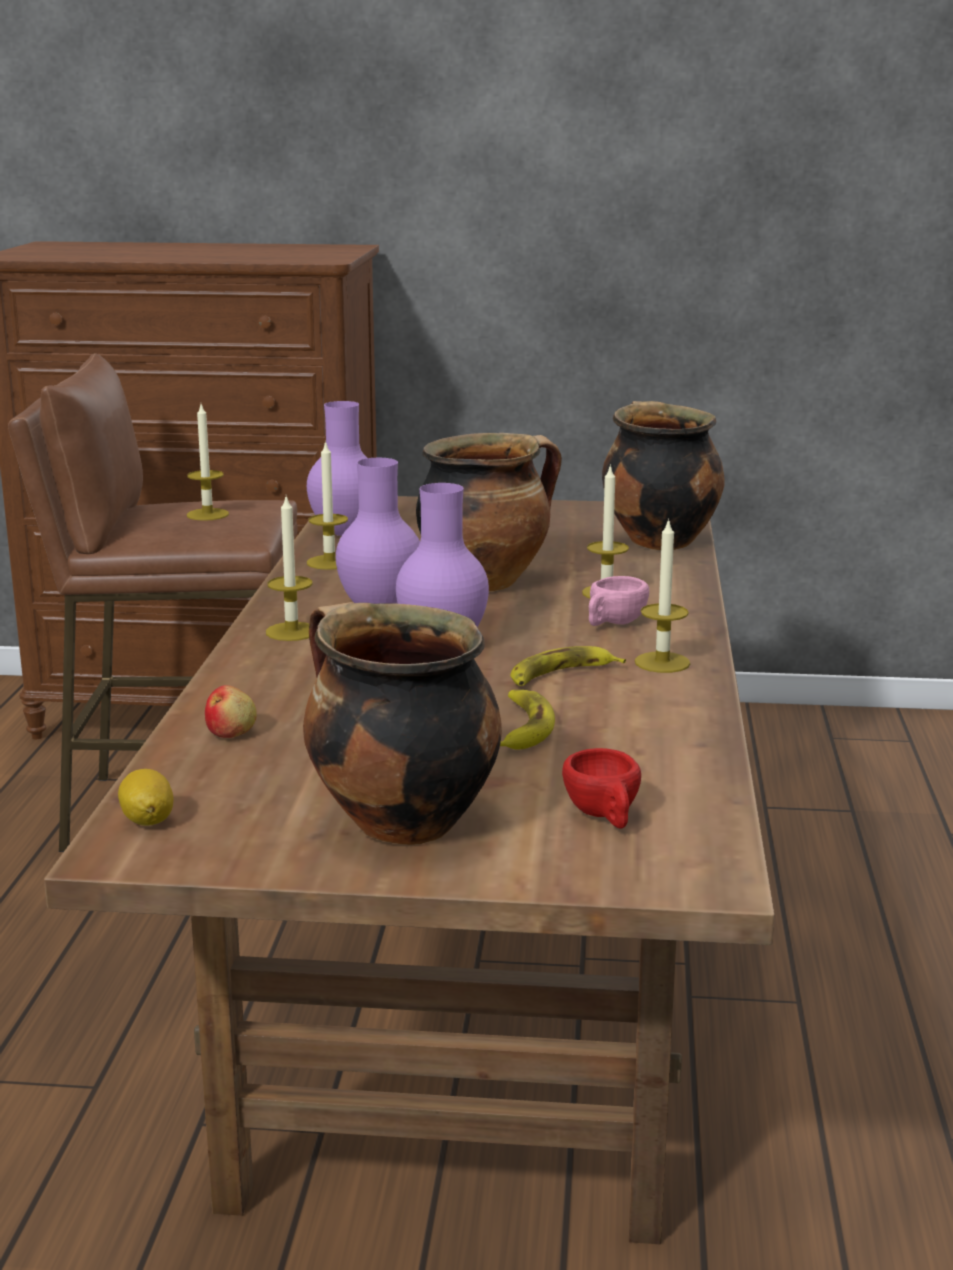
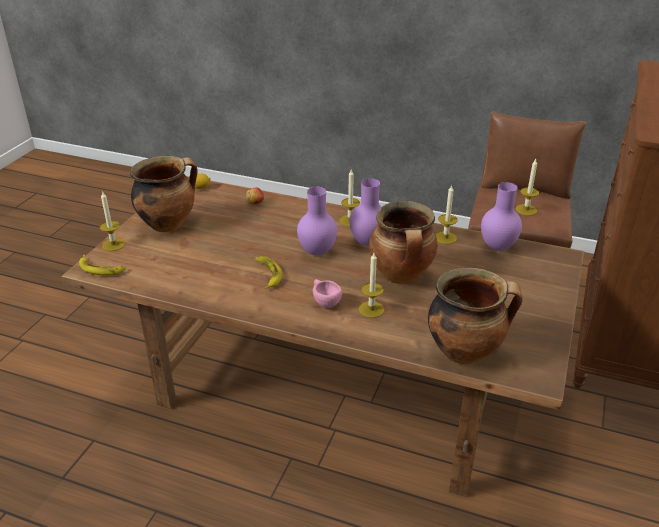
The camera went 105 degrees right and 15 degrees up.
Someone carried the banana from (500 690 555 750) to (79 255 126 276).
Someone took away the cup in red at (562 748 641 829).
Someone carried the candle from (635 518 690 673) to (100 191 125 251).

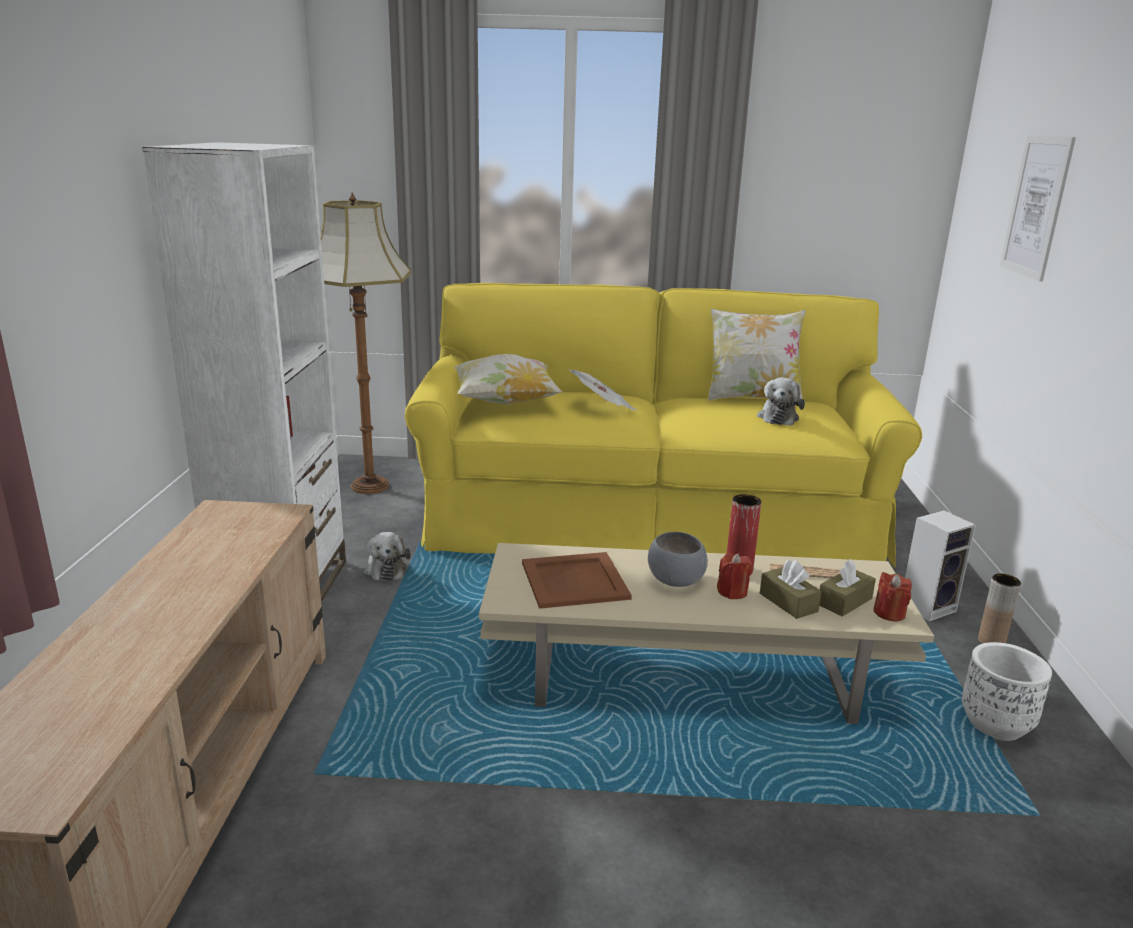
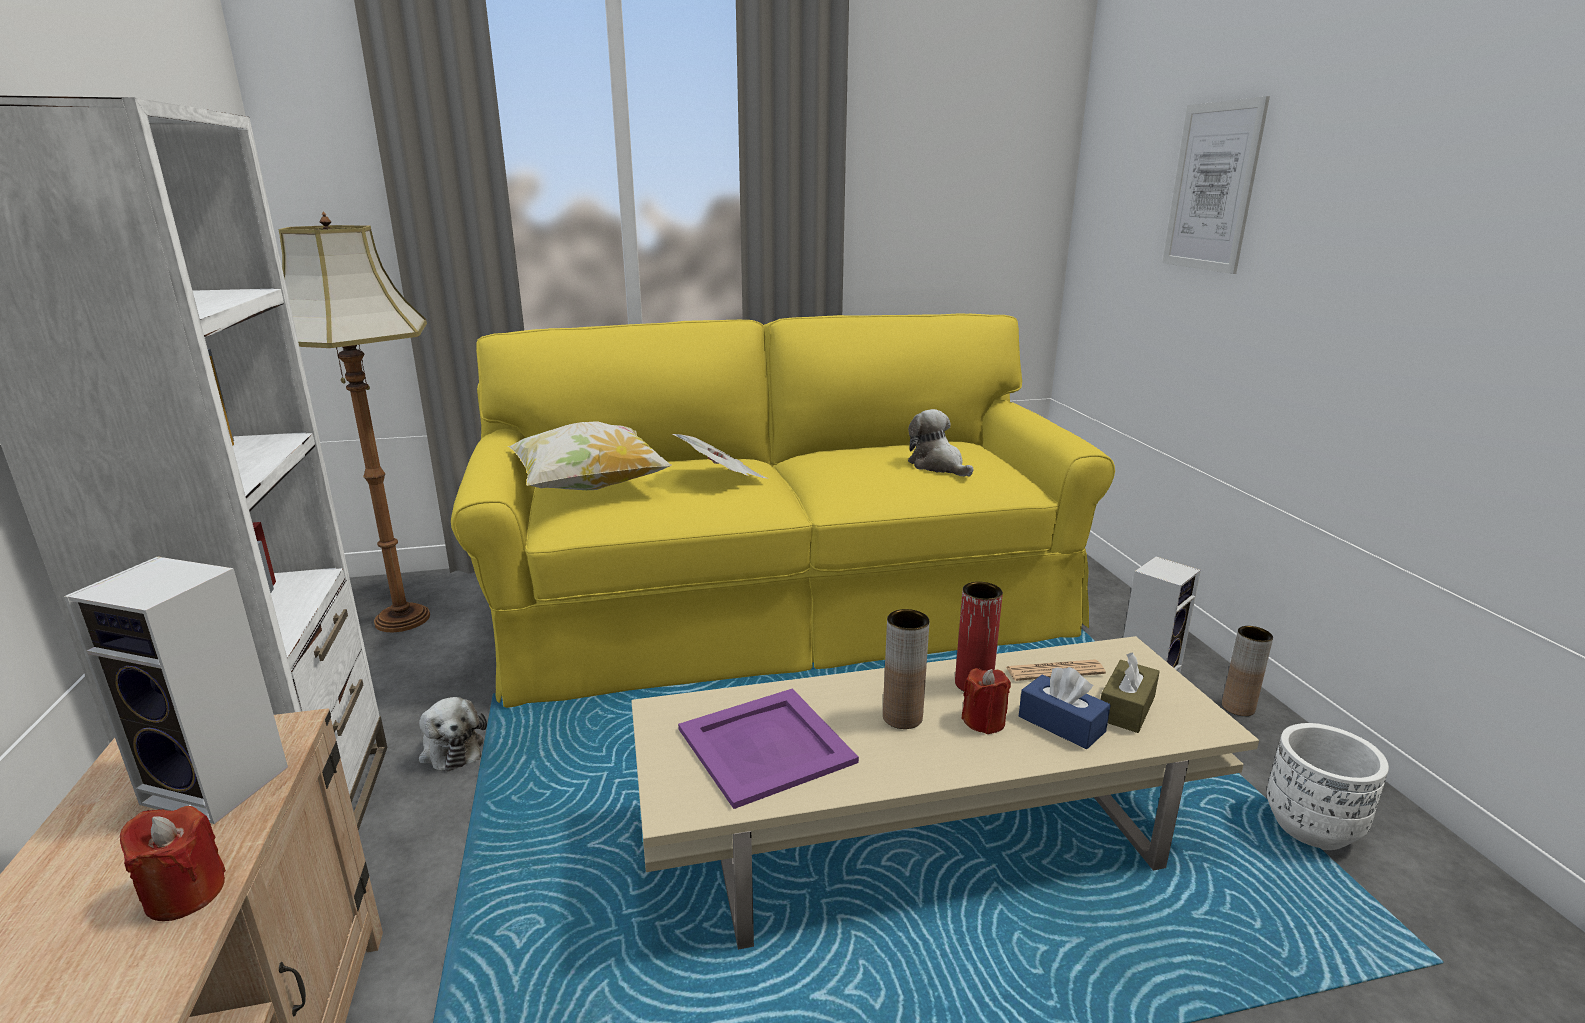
The camera went 15 degrees left and 0 degrees up.
Someone repainted the tray in brown at (522 552 632 609), which became the tray in purple at (678 688 859 809).
Someone swapped the bowl in grey at (648 532 708 587) for the vase in brown at (883 609 930 729).
Someone took away the pillow at (708 309 806 401).
Someone rotated the plush toy at (757 377 805 426) by 150 degrees clockwise.
Someone repainted the tissue box in brown at (760 560 822 619), which became the tissue box in blue at (1019 667 1110 749).
Someone carried the candle in red from (874 572 912 622) to (120 806 226 921).
Someone put down the speaker at (64 556 288 824).

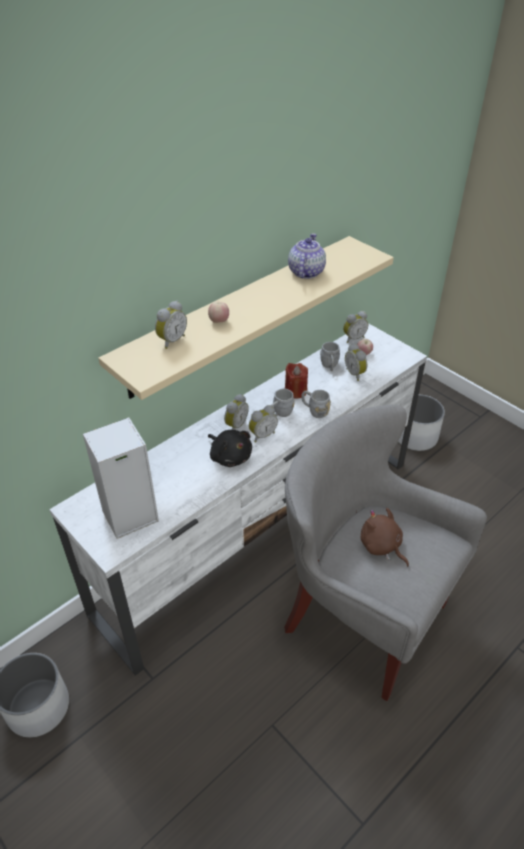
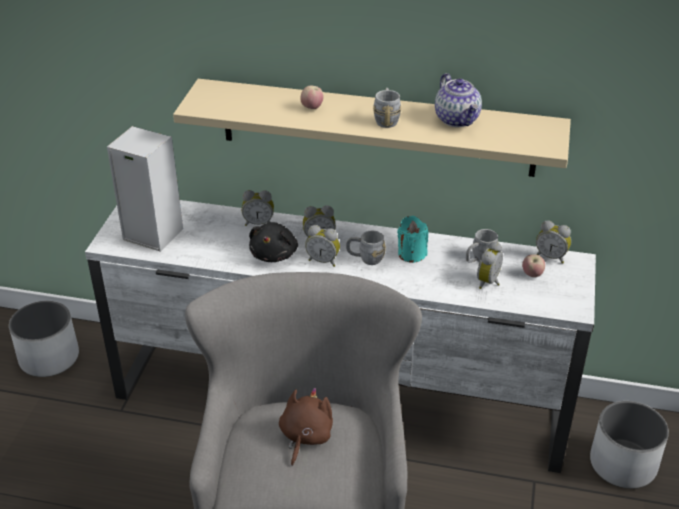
The camera went 55 degrees right and 5 degrees down.
Someone carried the alarm clock from (155 301 187 349) to (242 190 274 226).
Someone repainted the candle in red at (285 363 308 399), which became the candle in turquoise at (397 216 428 263).
Someone rotated the teapot at (288 233 326 279) by 90 degrees clockwise.
Someone carried the mug in grey from (301 390 331 418) to (373 88 401 128).

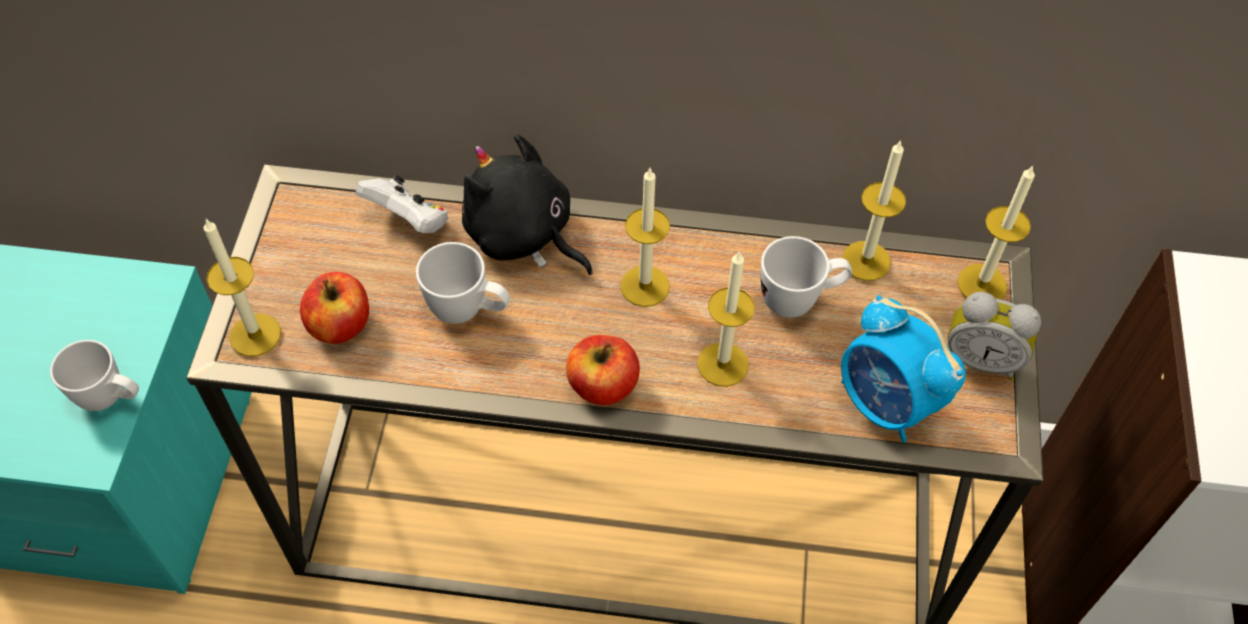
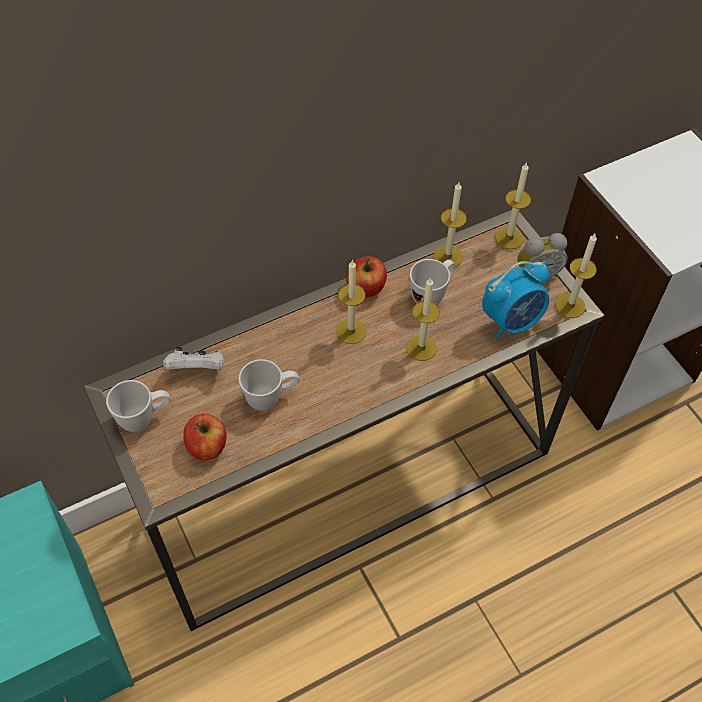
The camera went 35 degrees left and 0 degrees up.
Someone carried the mug in white from (50 340 139 411) to (106 380 170 432).
Someone carried the candle from (204 218 281 357) to (556 234 597 318).
Someone took away the plush toy in black at (462 134 593 275).
Someone carried the apple from (566 335 640 405) to (346 256 387 297).
Someone rotated the alarm clock at (841 295 966 443) by 45 degrees counterclockwise.

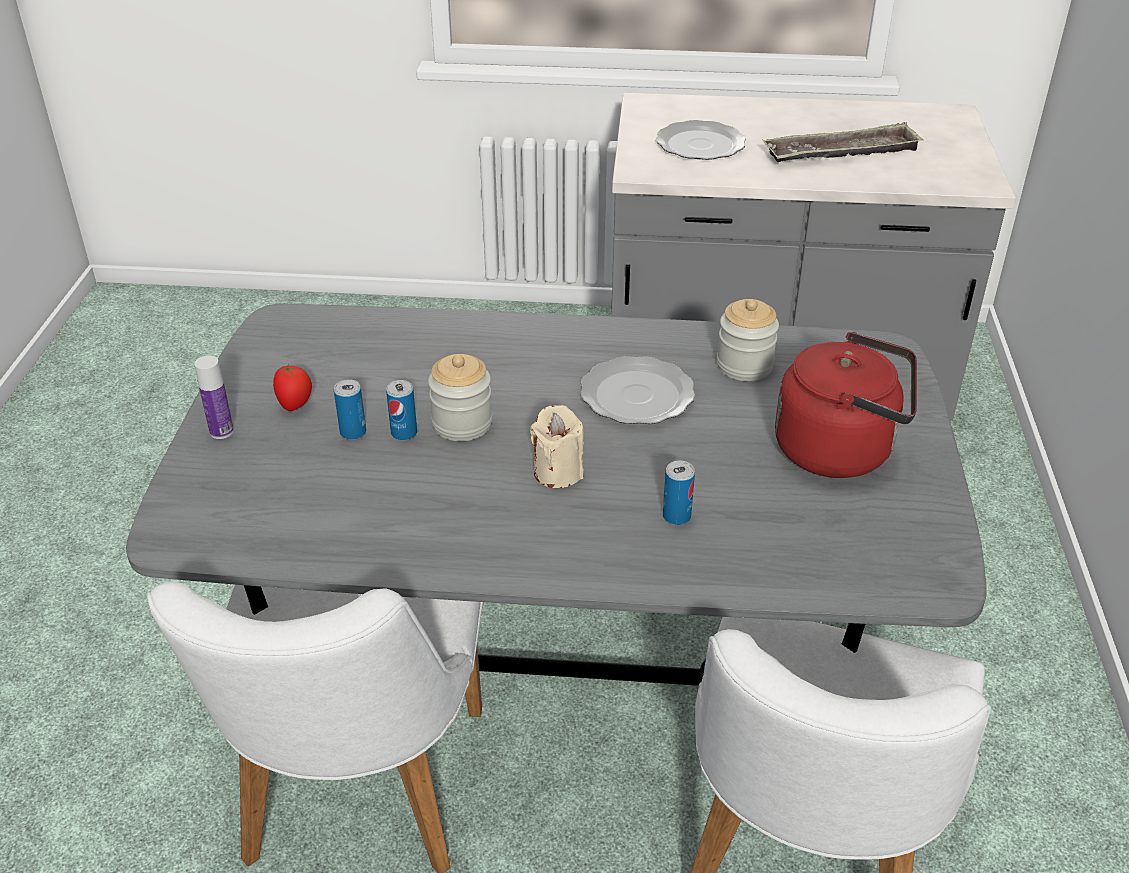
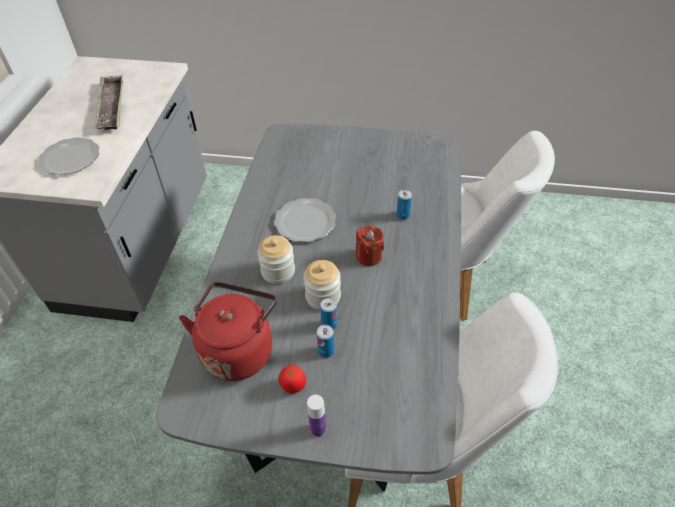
The camera went 85 degrees left and 10 degrees up.
Someone repainted the candle in beige at (530 405 584 488), which became the candle in red at (356 225 384 266).
Someone carried the jar from (717 299 779 381) to (257 235 295 284).
Someone carried the kettle in red from (775 332 917 478) to (179 282 277 381).

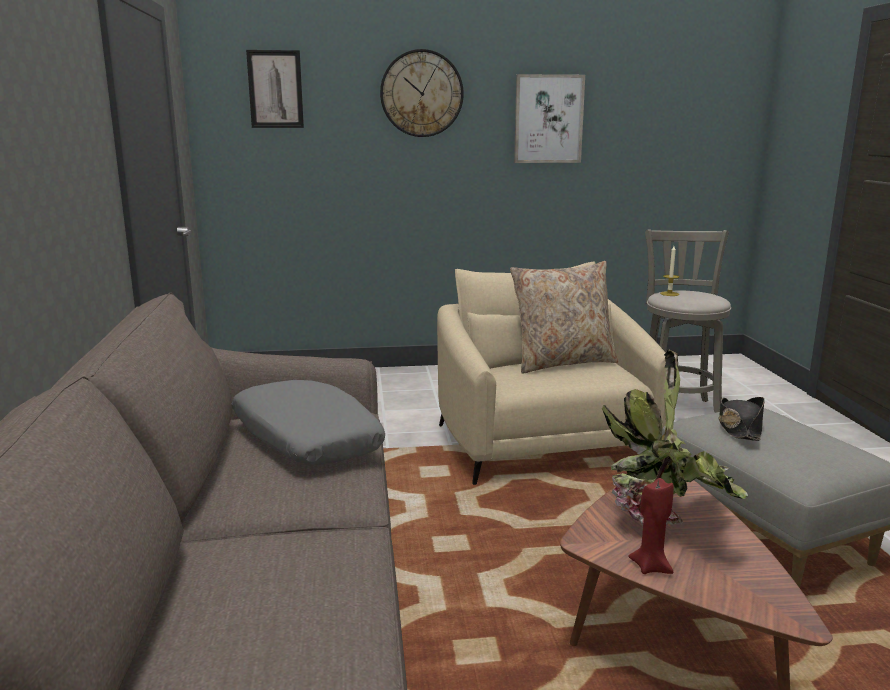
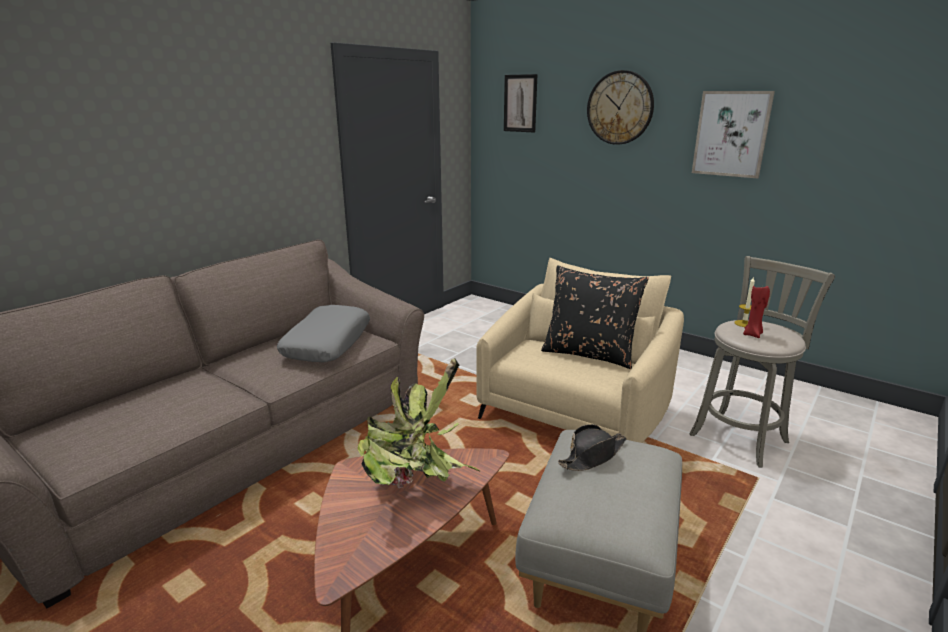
The camera went 45 degrees right and 5 degrees up.
Someone repainted the pillow in beige at (510 261 618 374), which became the pillow in black at (541 265 649 369).
Someone carried the candle in red from (628 478 674 574) to (743 286 770 338).

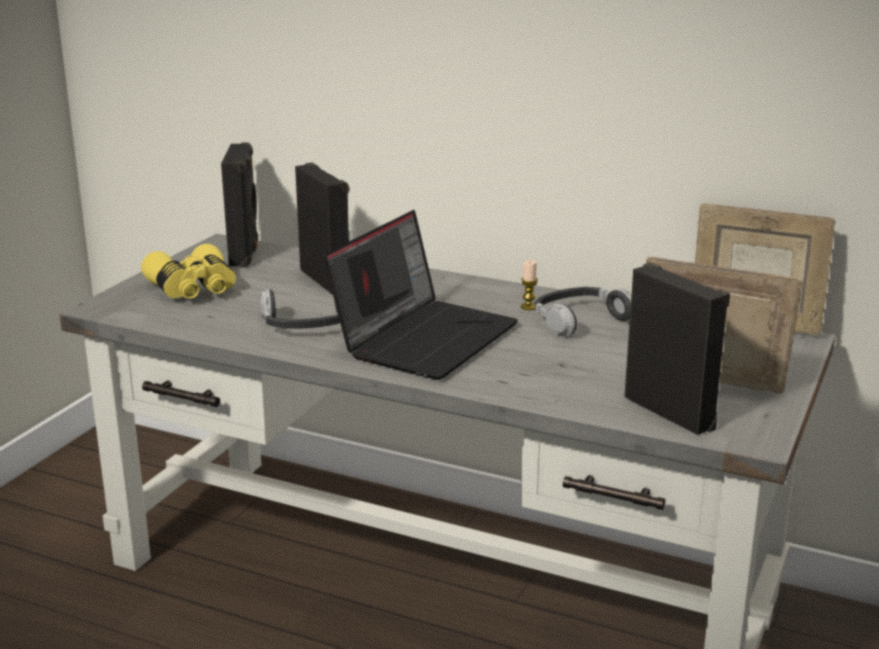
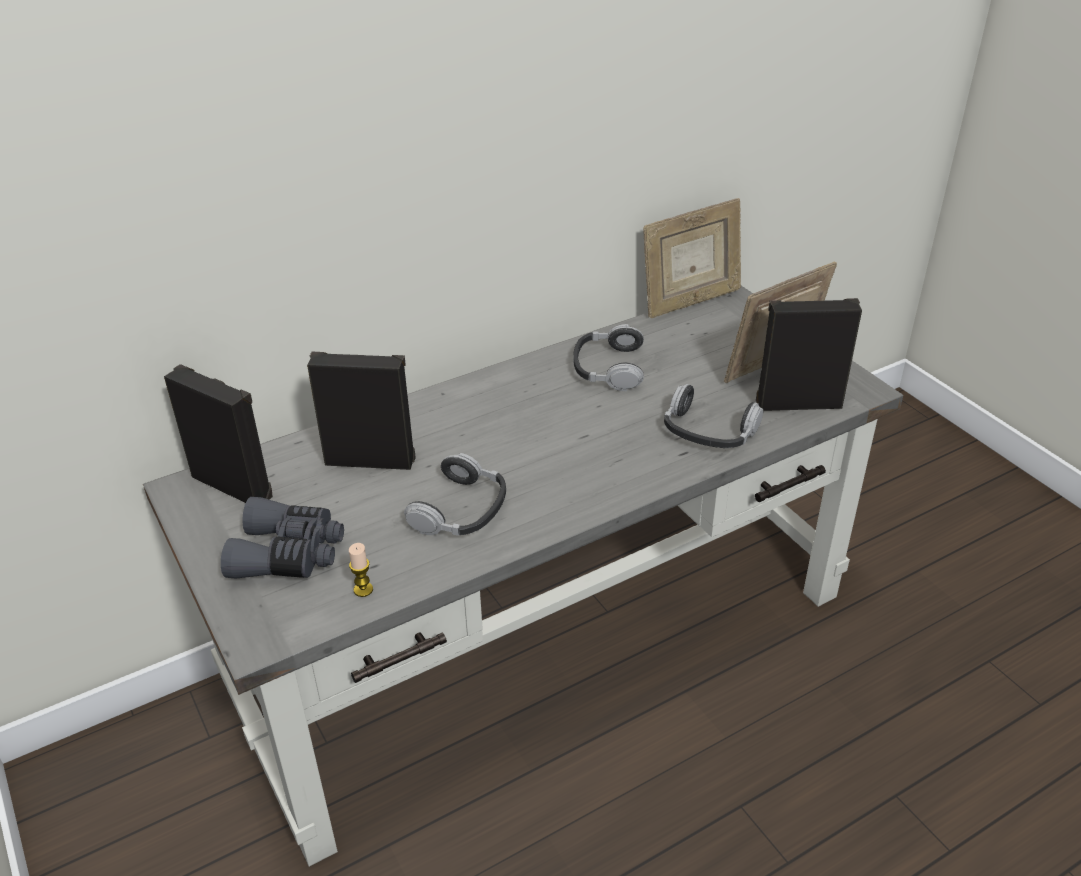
The camera went 55 degrees left and 15 degrees up.
Someone repainted the binoculars in yellow at (141 244 236 299), which became the binoculars in grey at (221 497 344 579).
Someone took away the laptop at (323 210 518 380).
Someone carried the candle from (521 260 538 310) to (349 543 373 597).
Someone put down the headphones at (664 384 763 448).

